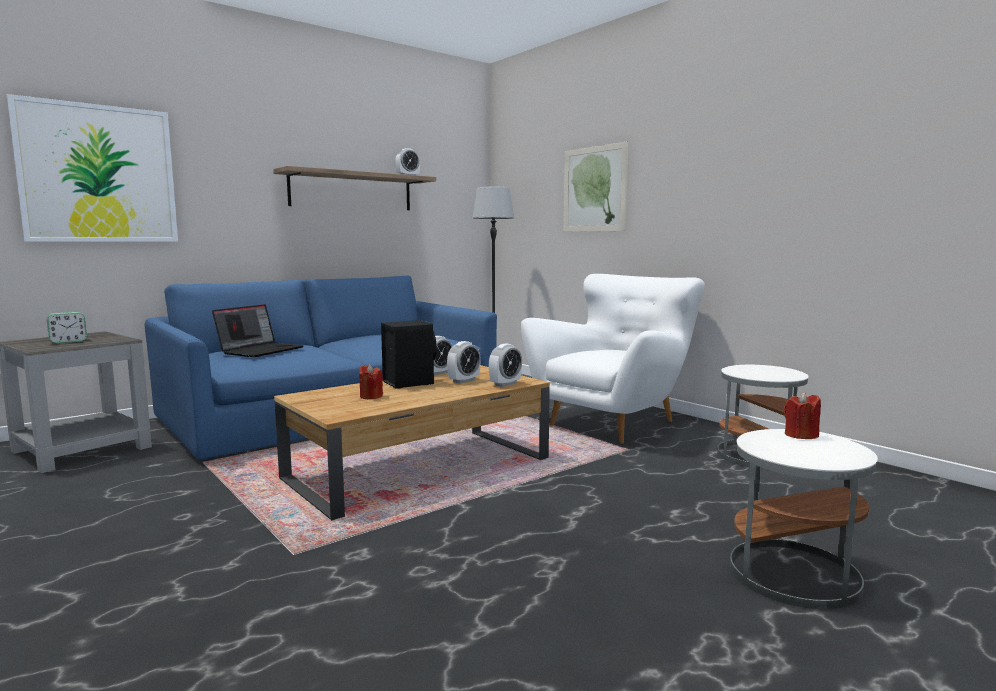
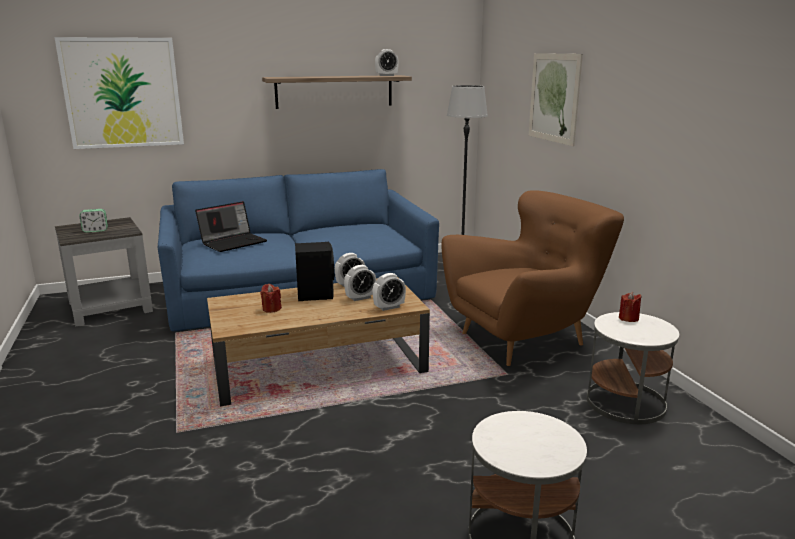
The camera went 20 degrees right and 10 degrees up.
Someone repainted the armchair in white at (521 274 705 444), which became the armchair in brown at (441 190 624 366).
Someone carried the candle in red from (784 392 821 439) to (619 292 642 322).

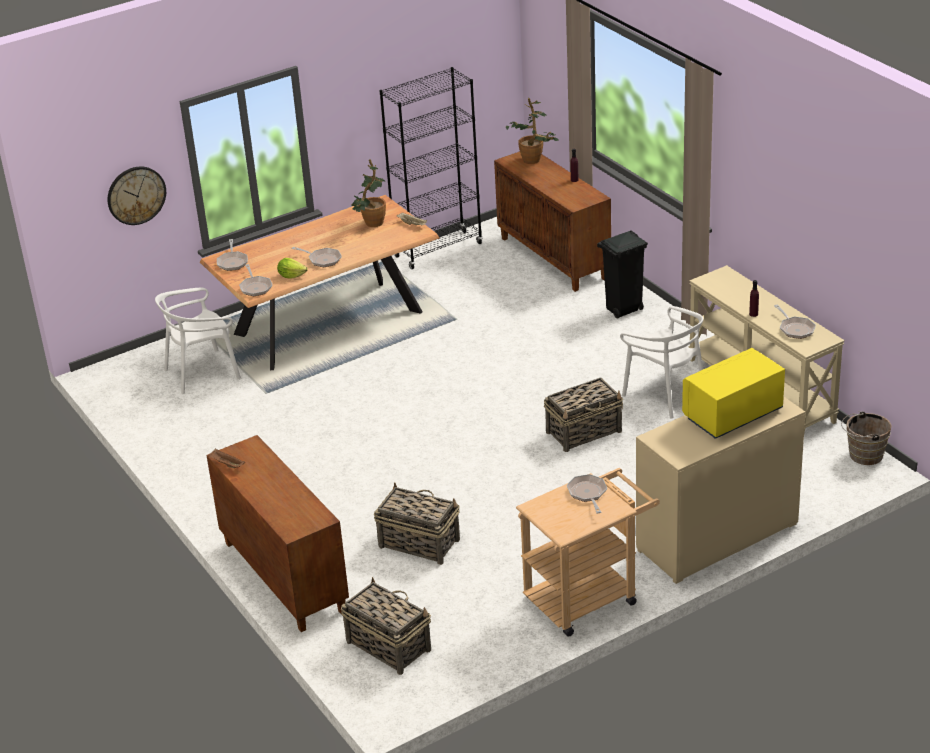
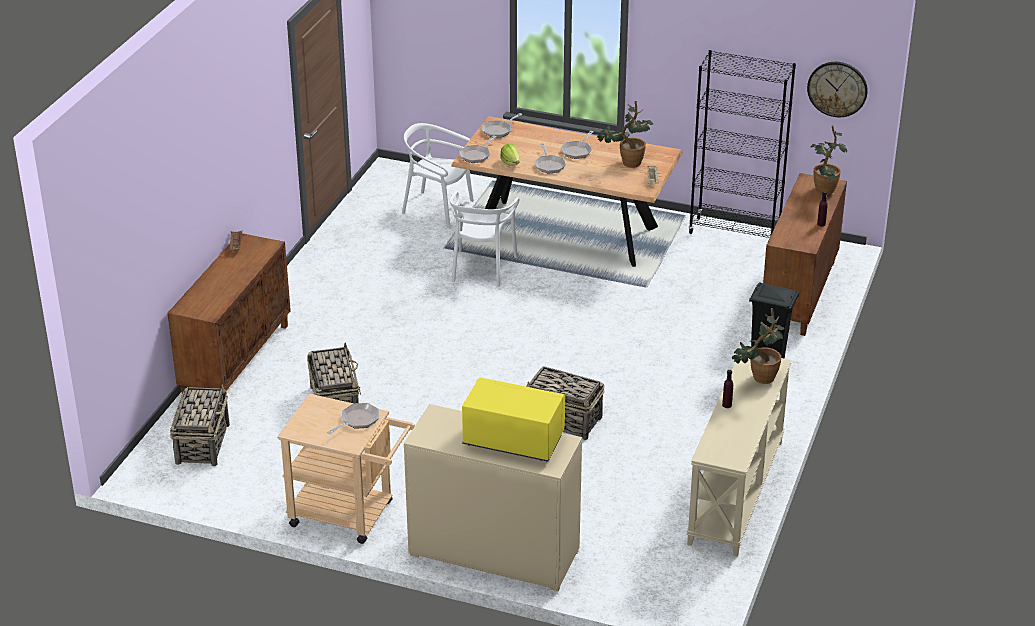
The camera went 50 degrees right and 0 degrees up.
Someone carried the wall clock from (107 167 166 225) to (807 62 868 117).
Someone carried the chair in white from (620 306 703 418) to (450 191 519 287).
Someone carried the frying pan from (774 305 816 339) to (561 131 594 159).
Someone took away the bucket in brown at (841 411 892 465).
Someone put down the potted plant at (731 308 784 384).

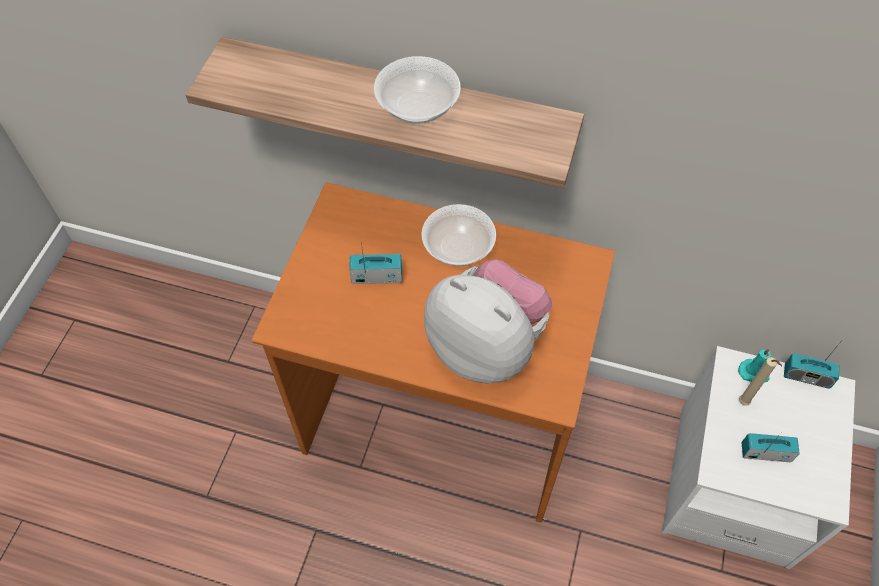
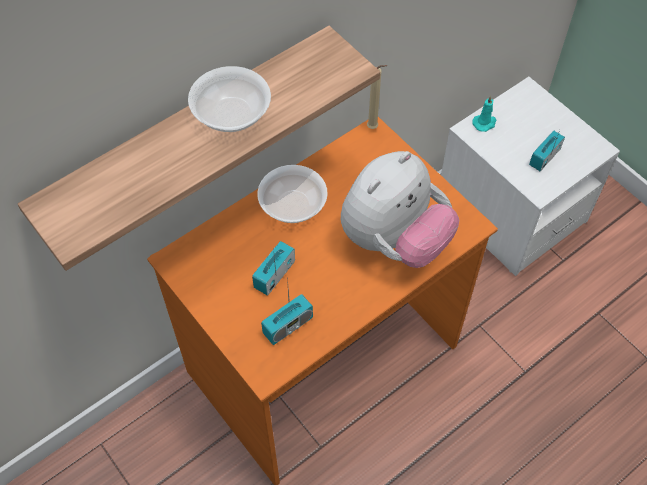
The camera went 55 degrees left and 0 degrees up.
Someone rotated the plush toy at (424 260 552 384) by 150 degrees clockwise.
Someone carried the candle in beige from (739 357 782 406) to (367 65 387 129).
Someone carried the radio from (784 338 844 389) to (261 276 313 345).

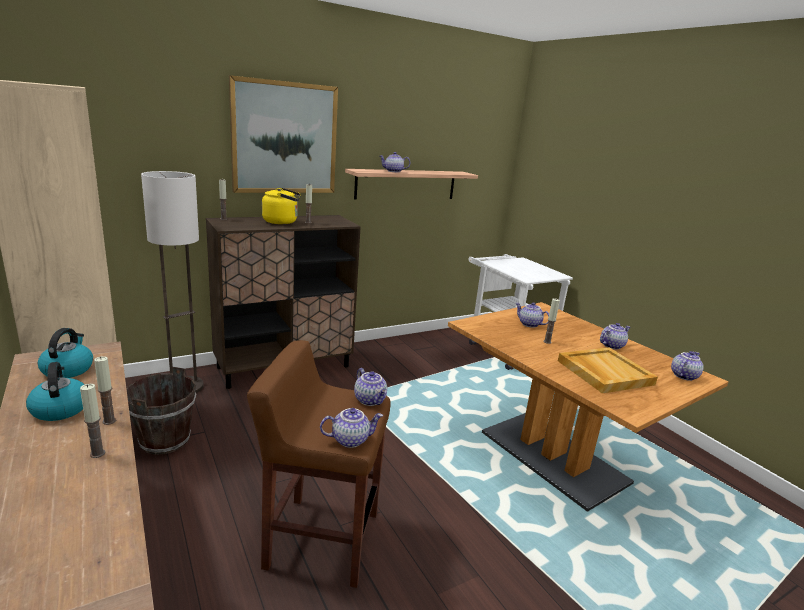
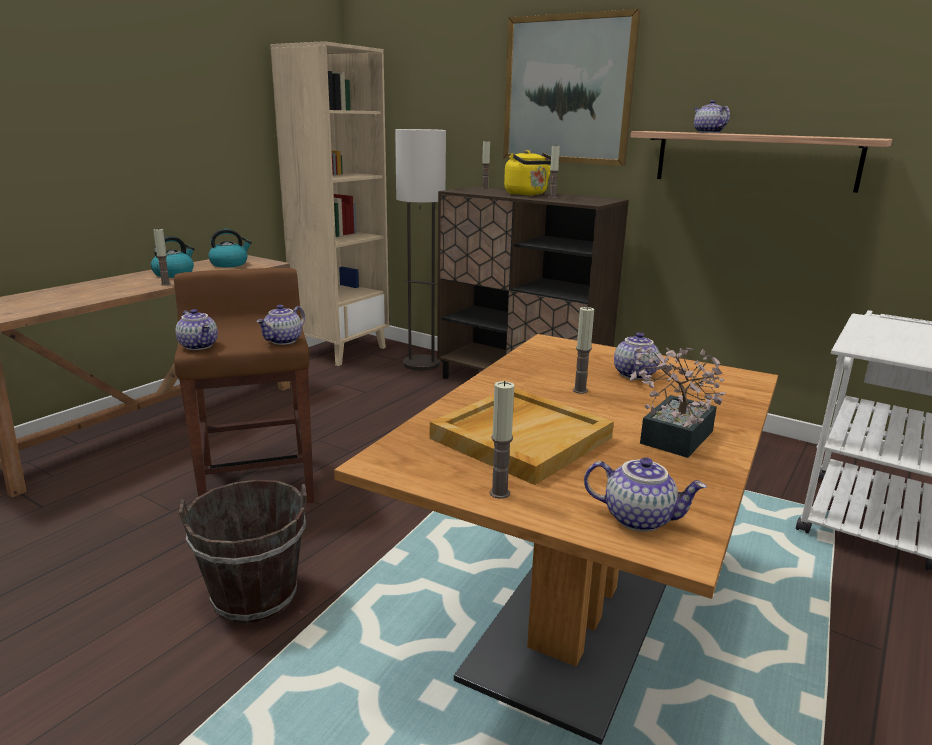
The camera went 65 degrees right and 0 degrees up.
Someone carried the candle from (80 384 105 458) to (490 381 514 499).
Someone carried the bucket in brown from (126 367 196 455) to (179 480 307 624).
Someone swapped the teapot at (600 323 630 350) for the potted plant at (629 347 726 458).

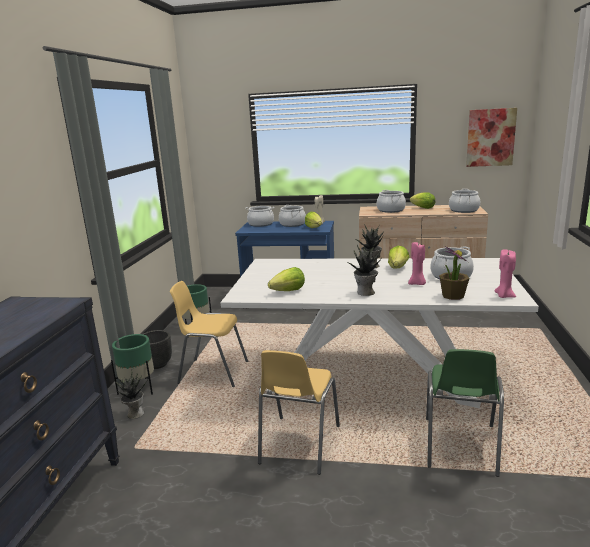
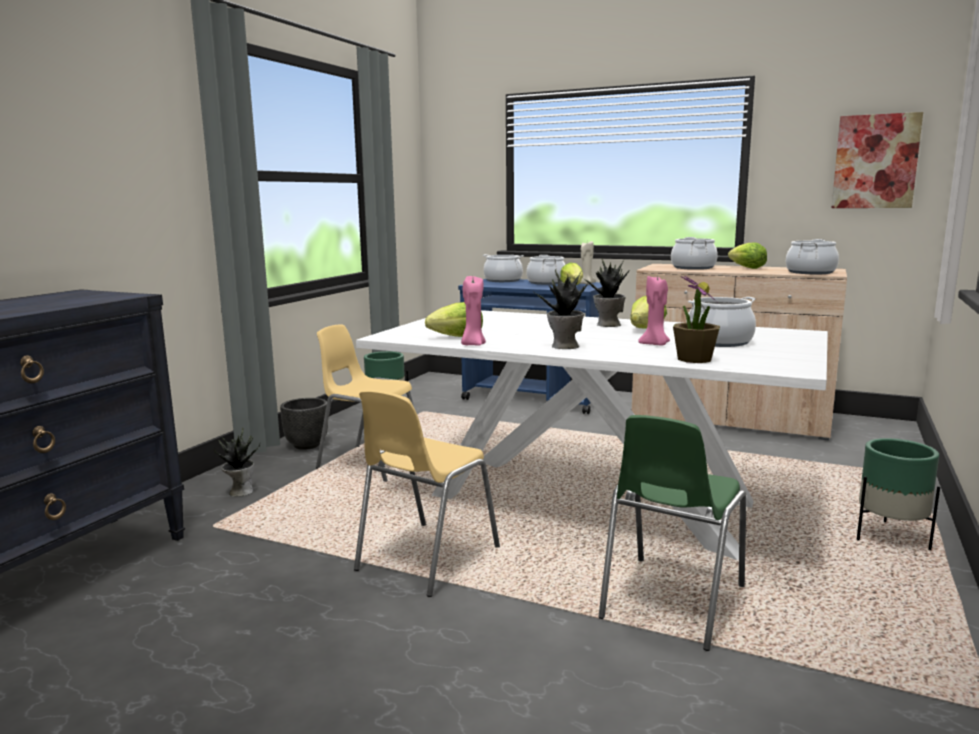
The camera went 15 degrees right and 5 degrees down.
Someone carried the planter in green from (111 334 154 395) to (857 438 940 550).
Someone carried the candle in pink from (494 249 516 298) to (461 276 486 346).

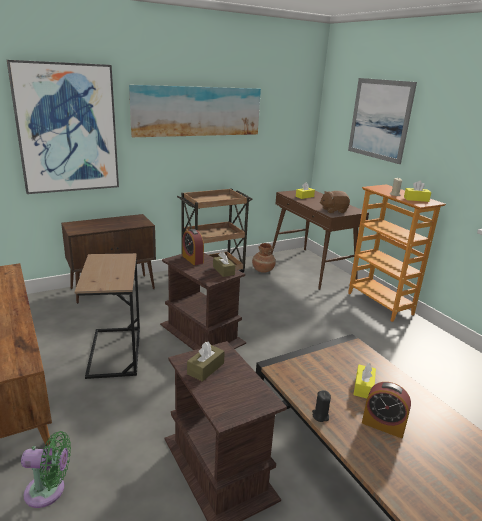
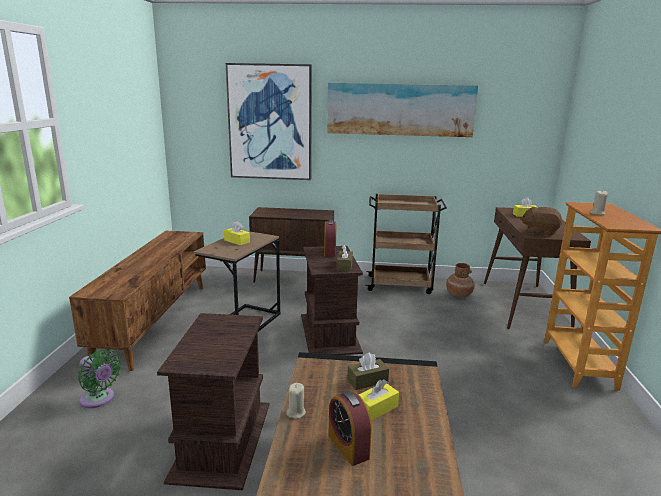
The camera went 35 degrees right and 5 degrees down.
Someone carried the tissue box in brown from (187 342 225 382) to (347 352 389 390).
Someone repainted the candle in black at (312 390 331 422), which became the candle in beige at (286 383 306 419).
Someone took away the picture at (348 78 417 164).
Someone carried the tissue box in yellow from (404 181 431 202) to (224 221 250 245).

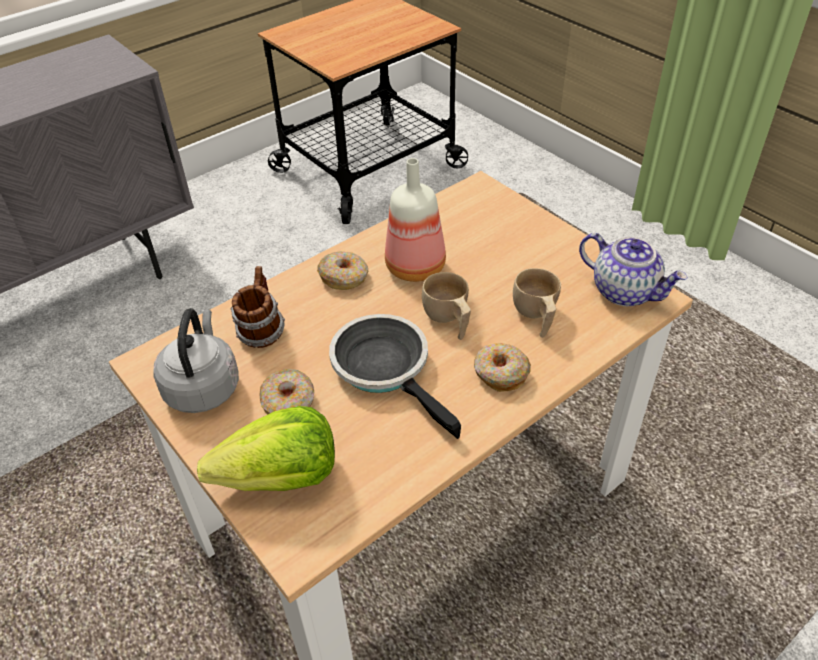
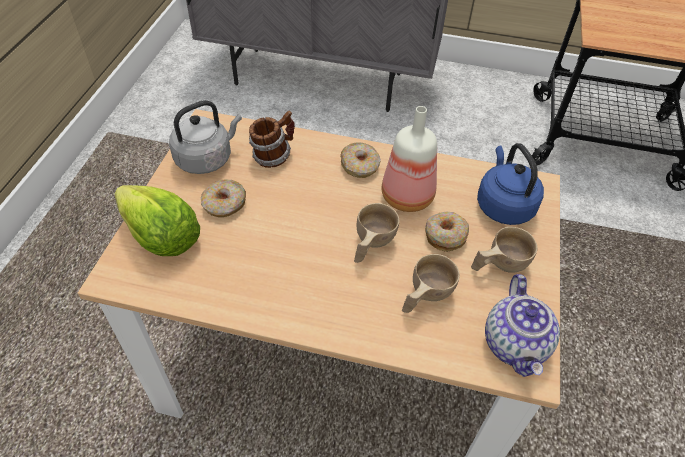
The camera went 50 degrees right and 5 degrees up.
Someone took away the frying pan at (329 314 461 439).
Someone carried the donut from (474 343 531 392) to (425 211 469 252).
Someone put down the cup in beige at (471 227 537 273).
Someone put down the kettle in blue at (477 143 544 225).

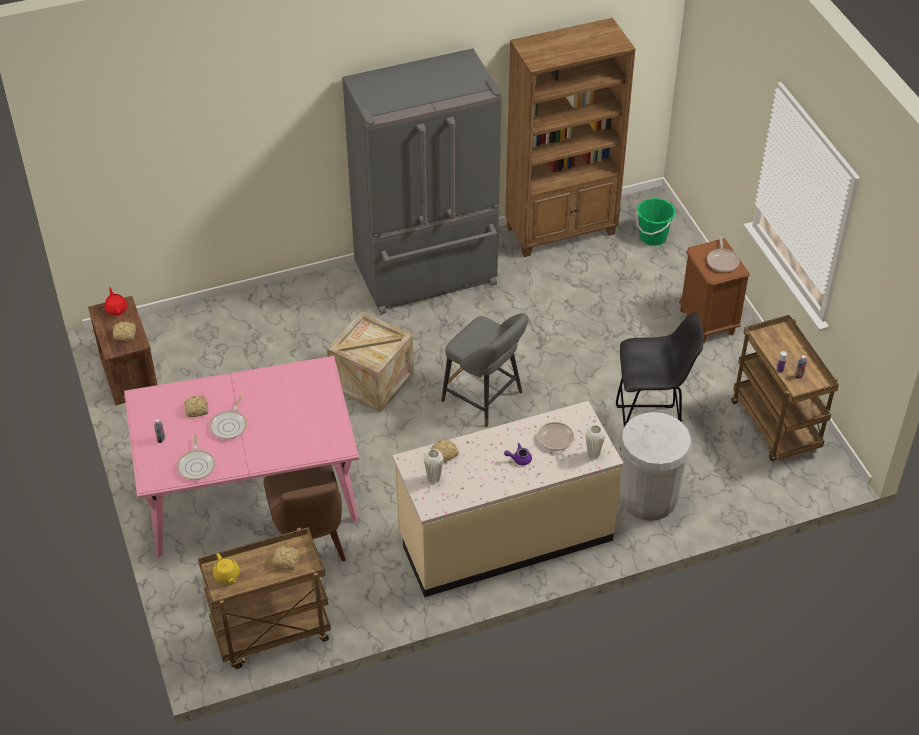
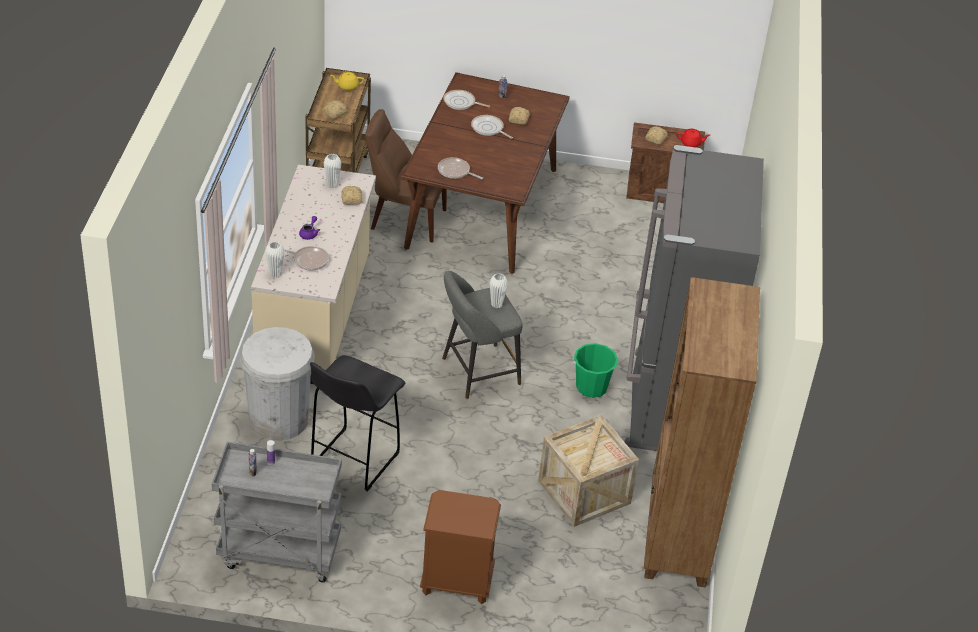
The camera went 115 degrees right and 5 degrees down.
Someone repainted the dining table in pink at (124 356 359 558), which became the dining table in brown at (401 72 570 274).
Someone carried the crate from (327 312 414 412) to (538 415 639 527).
Someone carried the bucket in green from (636 198 676 246) to (572 343 618 398).
Someone carried the frying pan from (707 236 739 272) to (438 157 483 179).
Someone repainted the cart in brown at (732 315 839 461), which became the cart in grey at (212 441 342 583).
Someone put down the vase in white at (490 273 508 308).

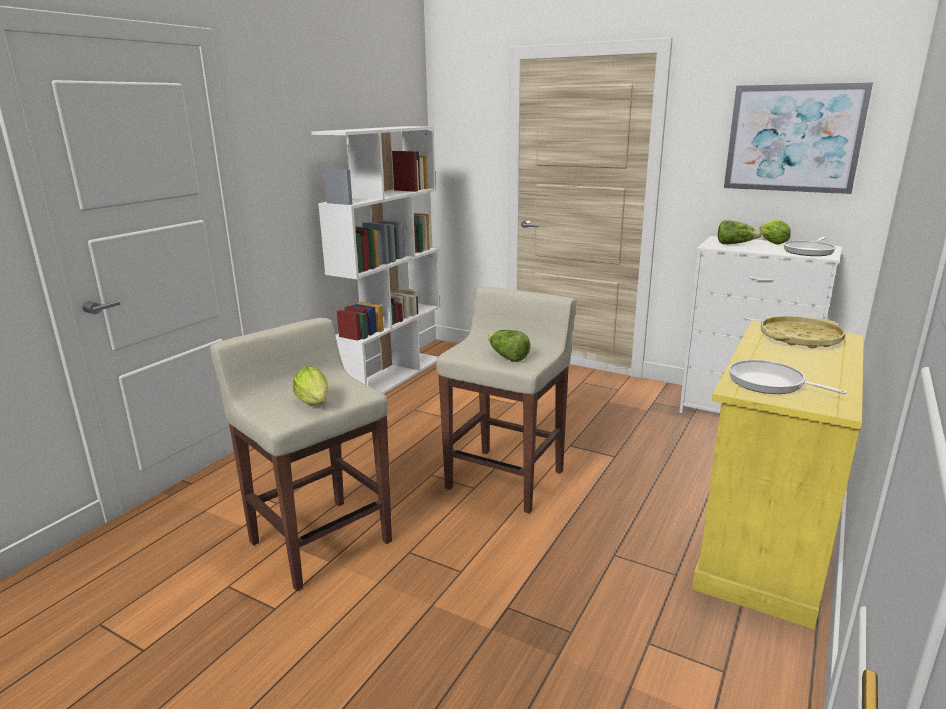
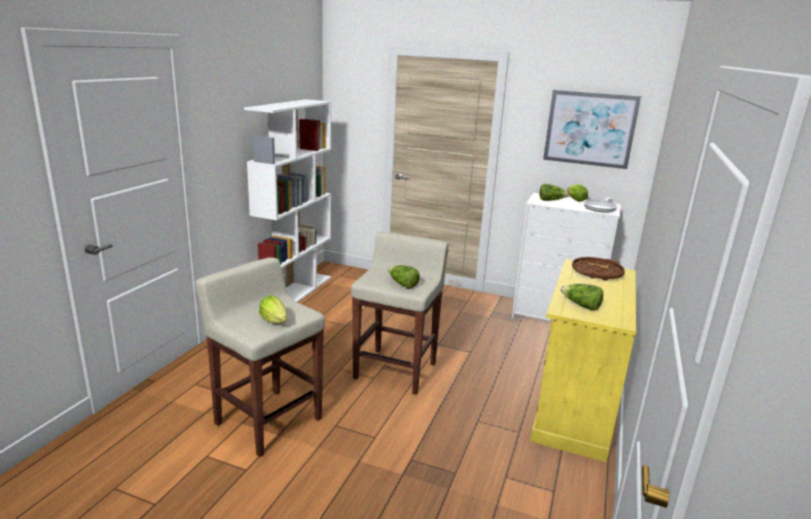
The camera went 10 degrees left and 0 degrees up.
Someone swapped the frying pan at (729 360 847 394) for the lettuce at (561 284 603 310).
Someone repainted the tray in yellow at (761 316 845 348), which became the tray in brown at (572 257 625 280).

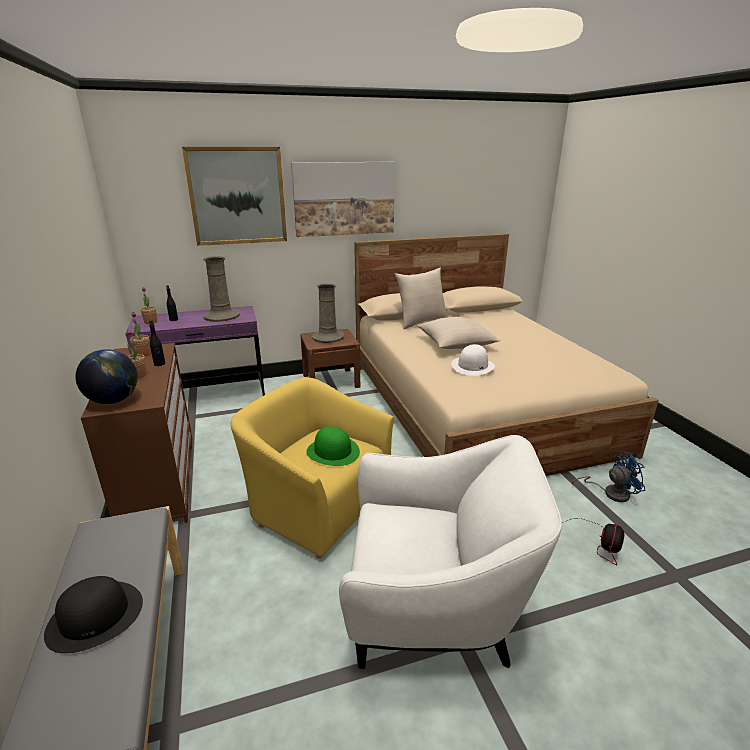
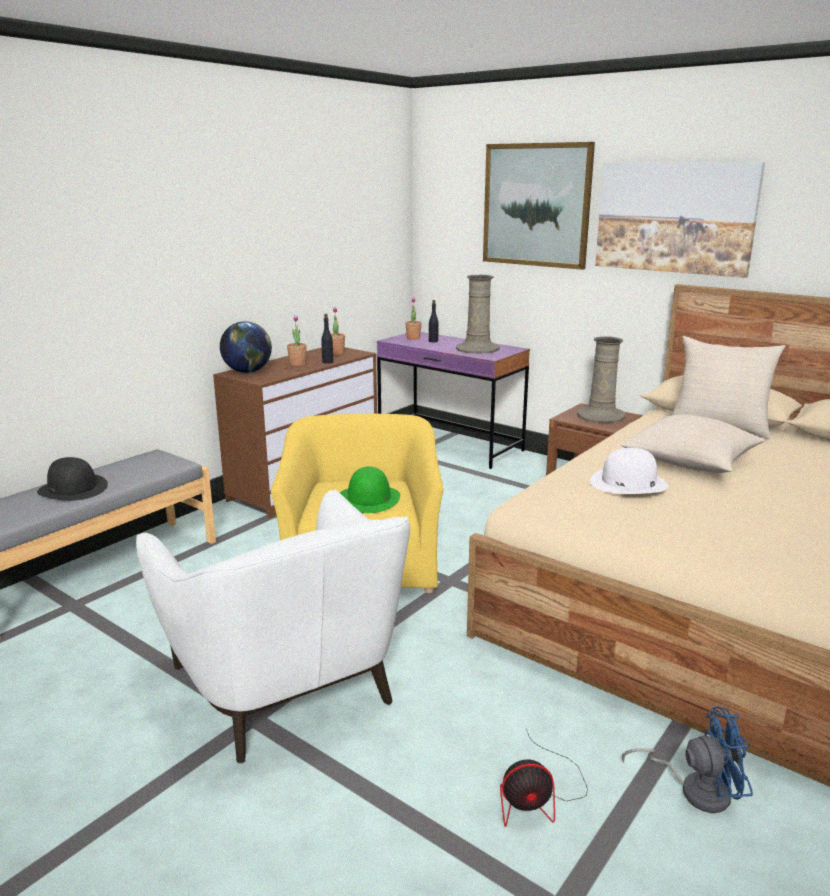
The camera went 55 degrees right and 5 degrees down.
Someone rotated the fan in blue at (572 451 645 502) by 45 degrees counterclockwise.

